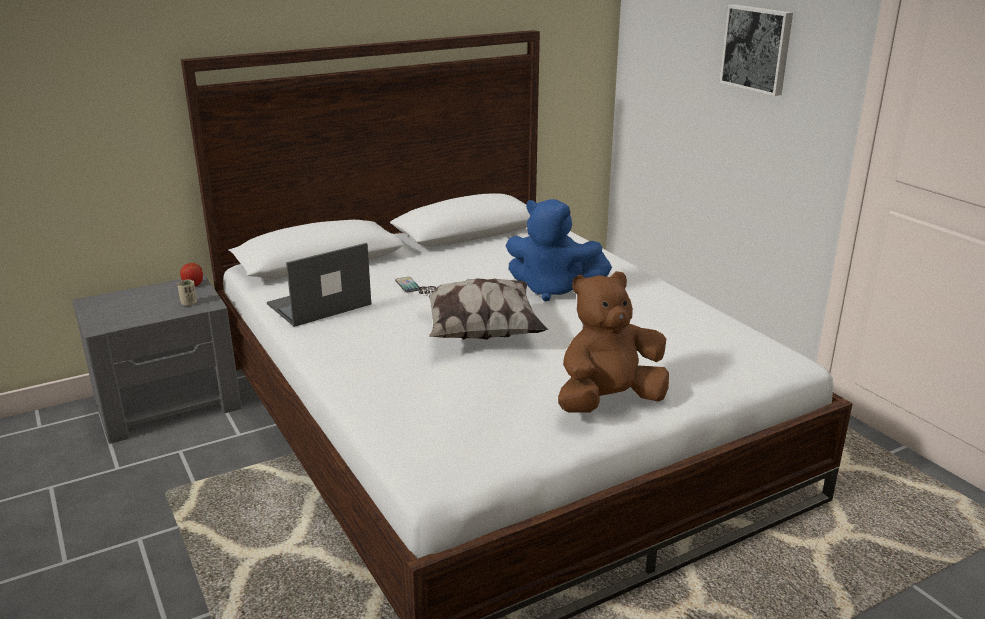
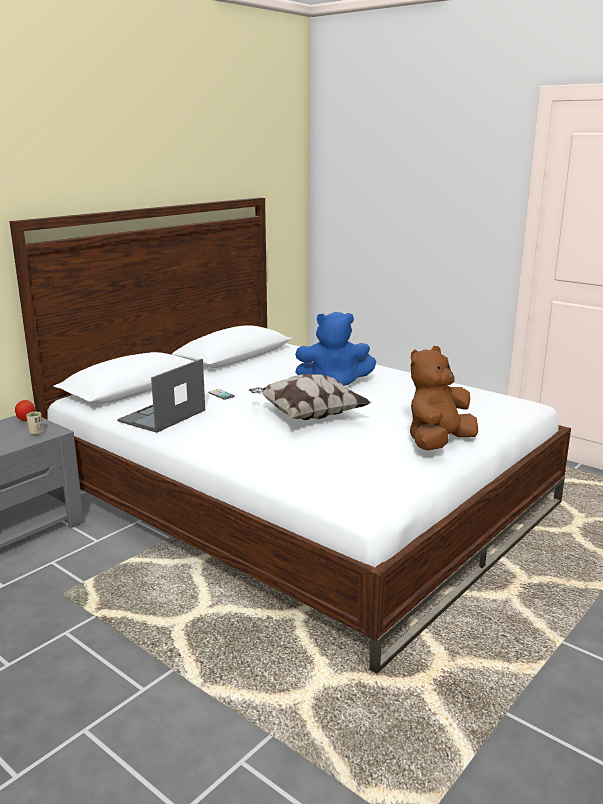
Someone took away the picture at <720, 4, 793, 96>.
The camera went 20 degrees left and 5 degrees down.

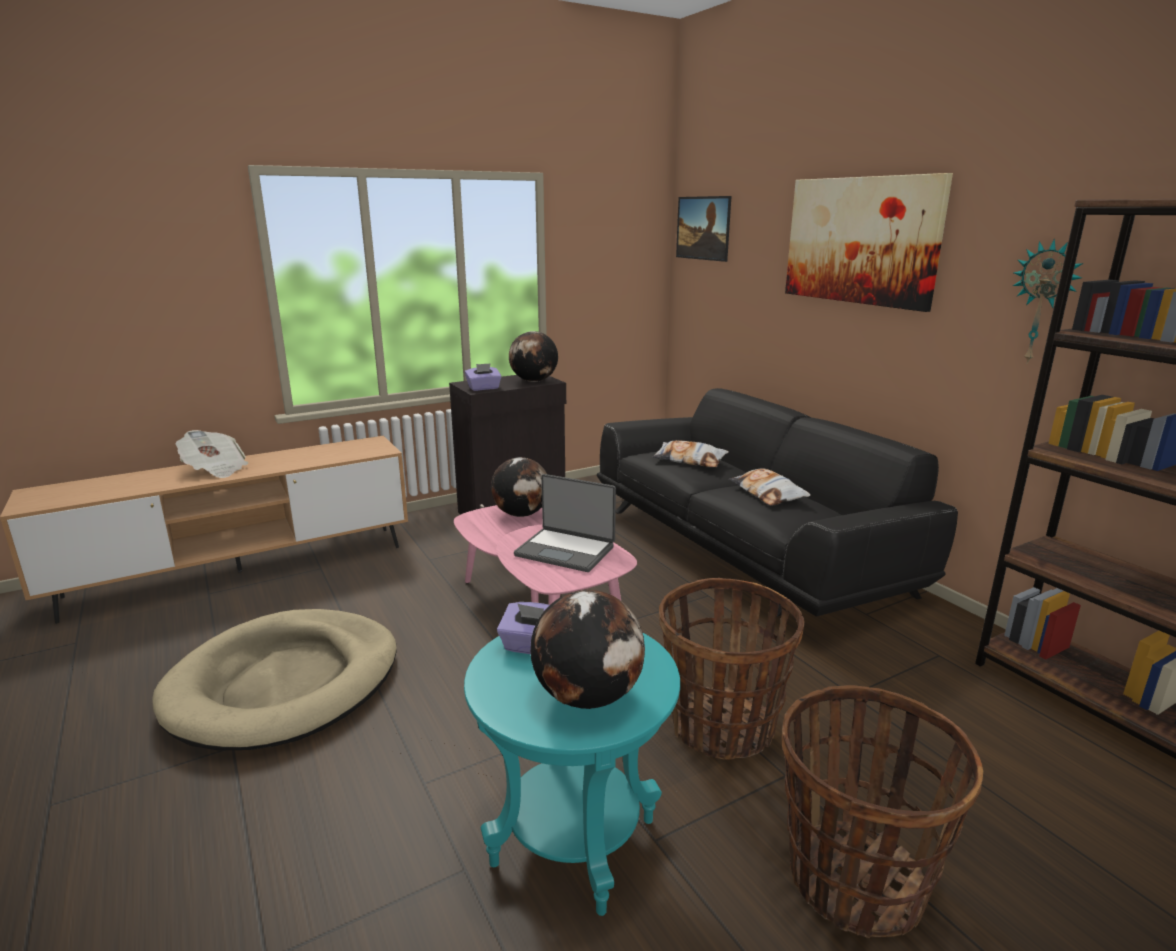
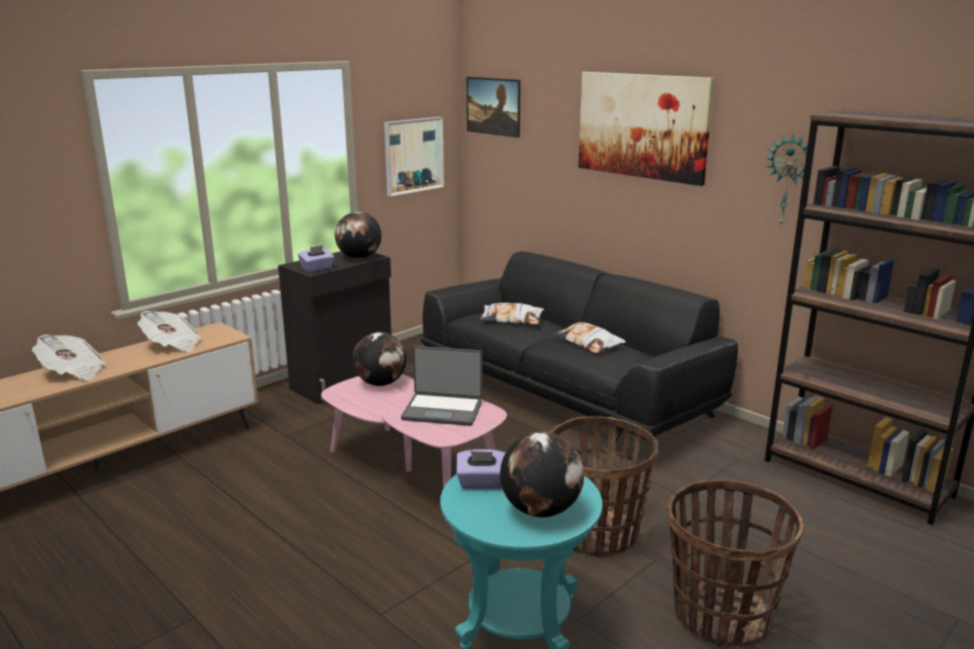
Someone put down the printed paper at <138, 311, 201, 352>.
Someone put up the picture at <384, 117, 444, 196>.
Someone took away the beige dog cushion at <152, 609, 397, 750>.
The camera went 15 degrees left and 0 degrees up.

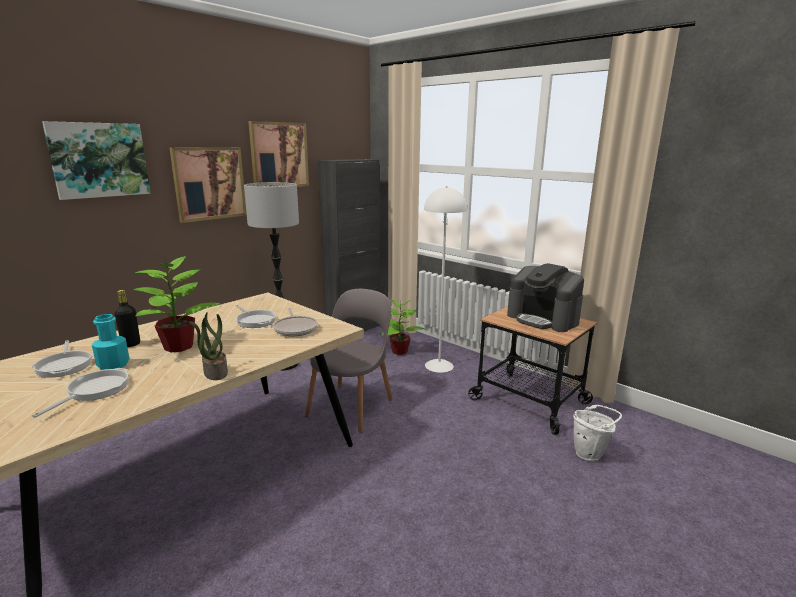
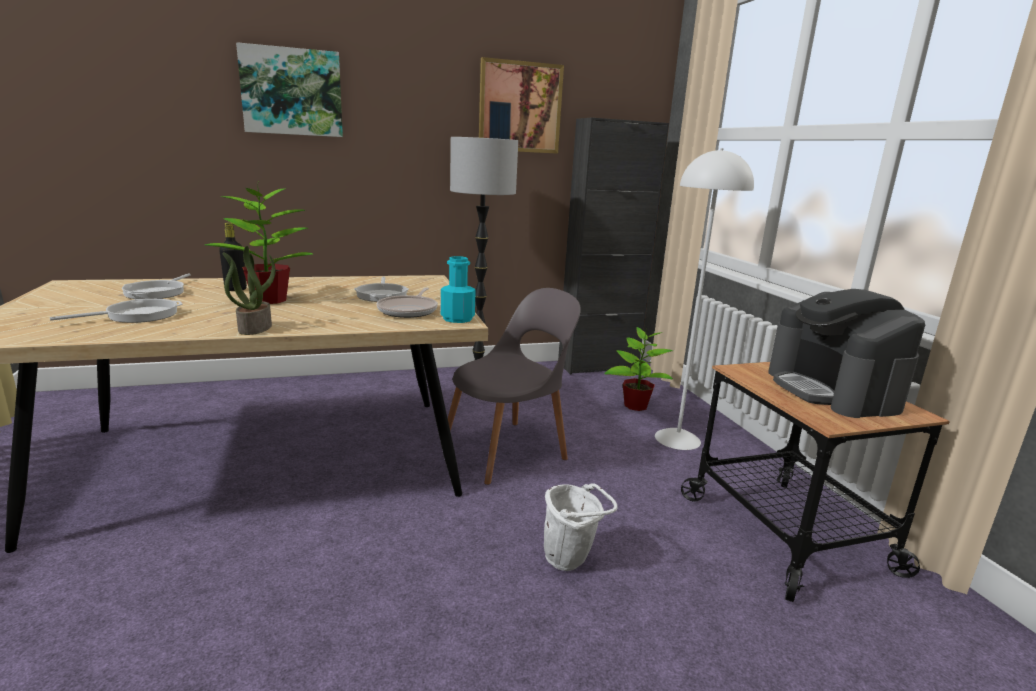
Someone carried the turquoise beverage bottle from <92, 314, 129, 370> to <441, 256, 476, 323>.
Someone carried the white-coloured water bucket from <573, 405, 622, 461> to <544, 483, 618, 571>.
Someone took away the picture at <169, 147, 247, 223>.
The camera went 30 degrees right and 0 degrees up.

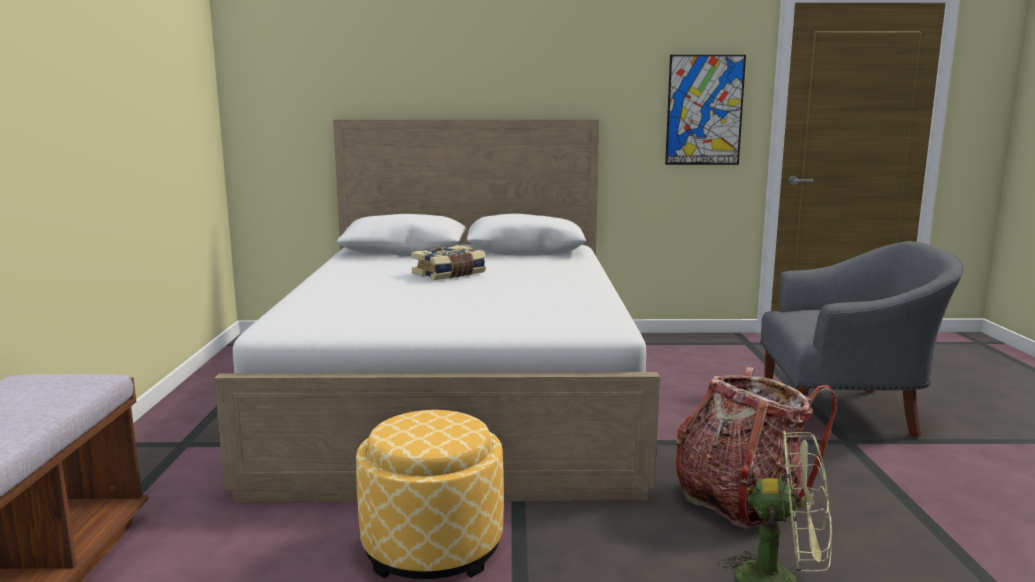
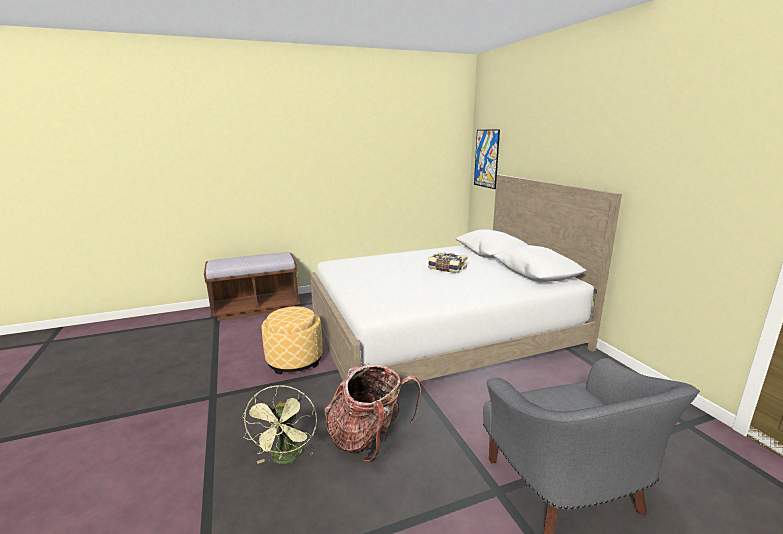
Someone carried the picture from <665, 55, 746, 165> to <474, 130, 500, 189>.
The camera went 70 degrees right and 5 degrees up.

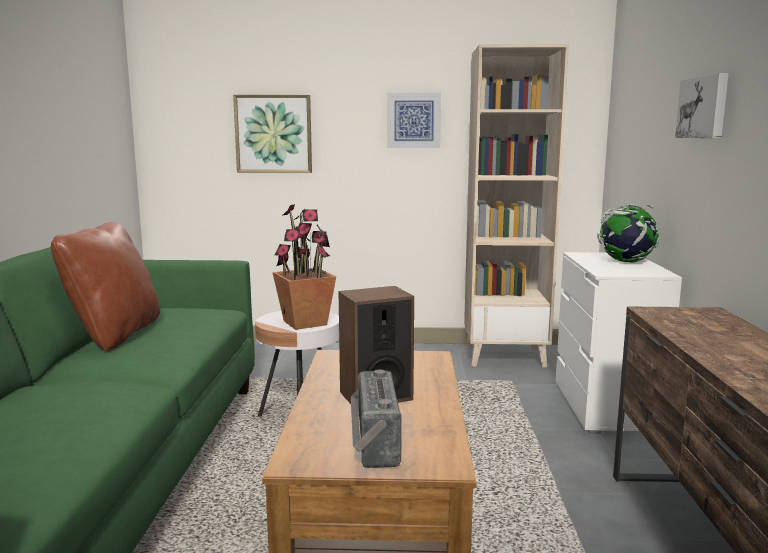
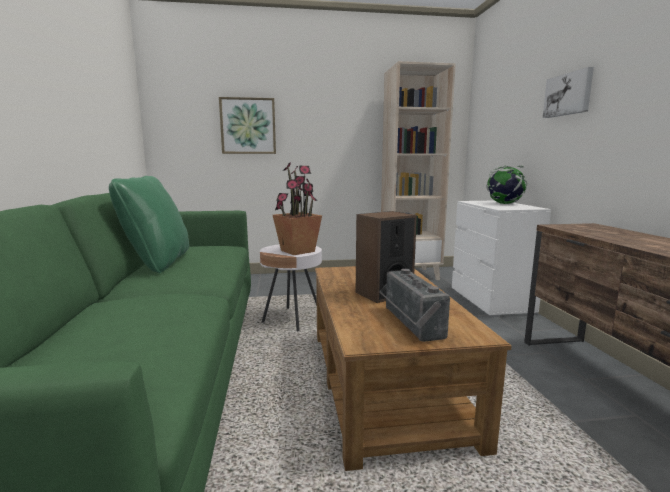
Someone repainted the brown cushion at <51, 222, 160, 351>, which became the green-coloured cushion at <109, 176, 189, 273>.
Someone took away the picture at <387, 93, 441, 148>.
The camera went 10 degrees left and 0 degrees up.

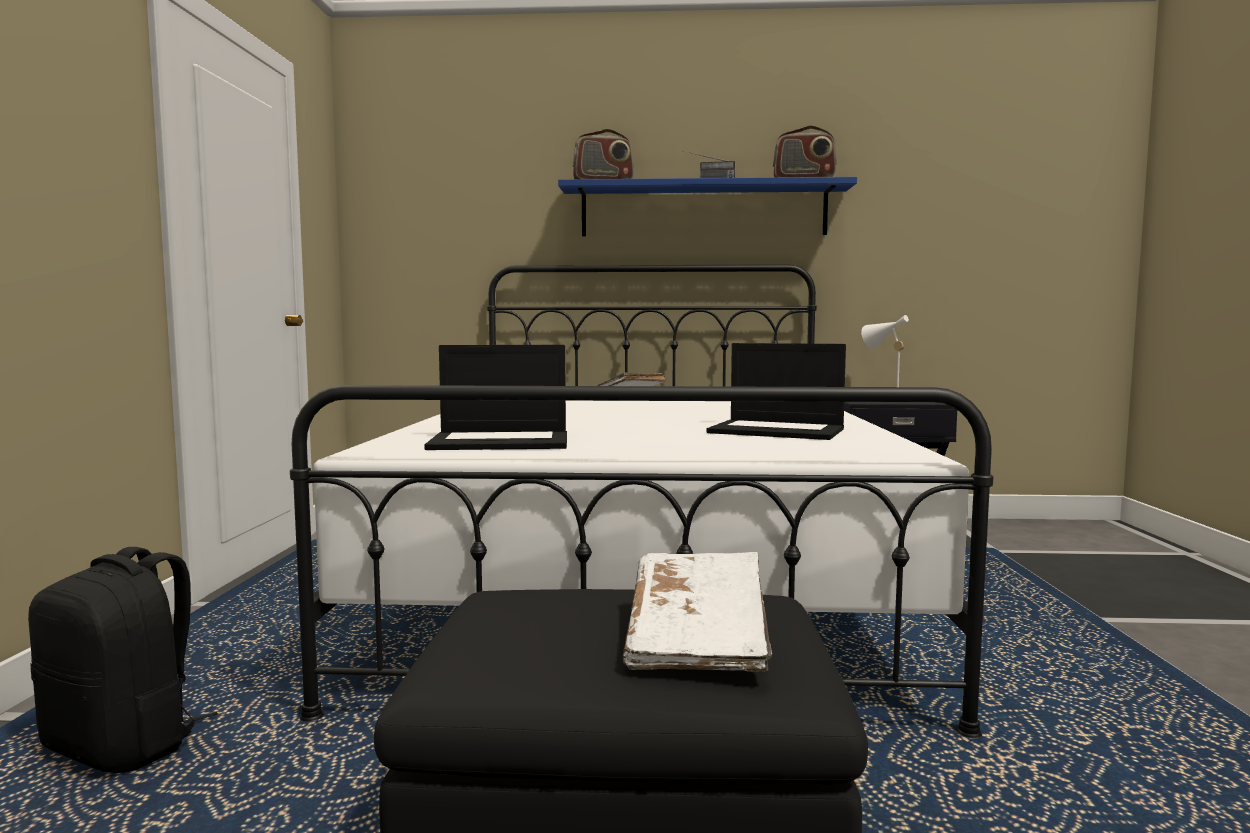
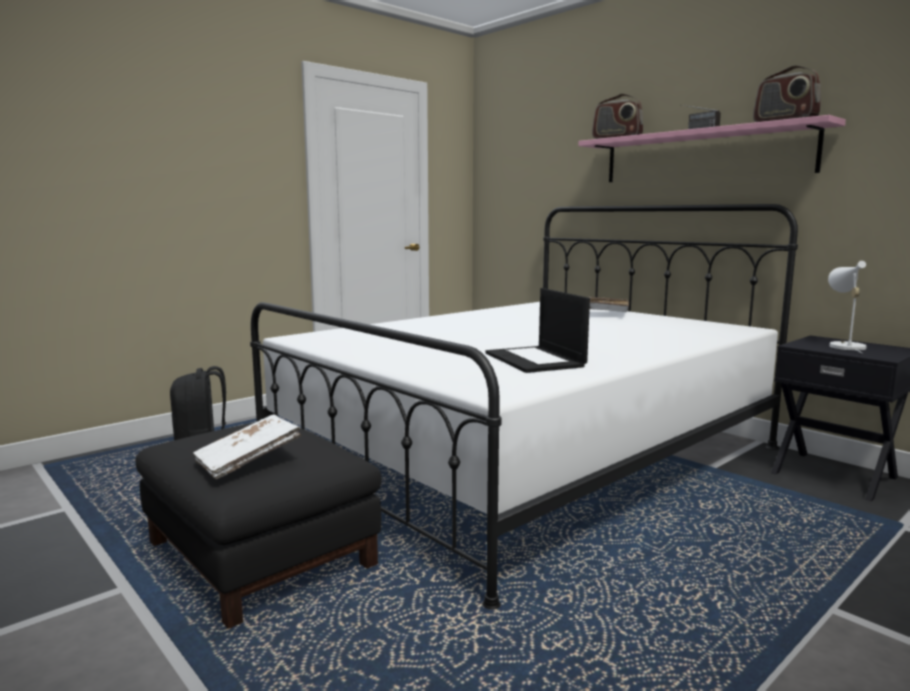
Someone repainted the bluish bracket shelf at <558, 177, 857, 236>, which became the pink-coloured bracket shelf at <578, 115, 846, 182>.
Someone took away the notebook computer at <424, 345, 567, 450>.
The camera went 45 degrees right and 5 degrees up.

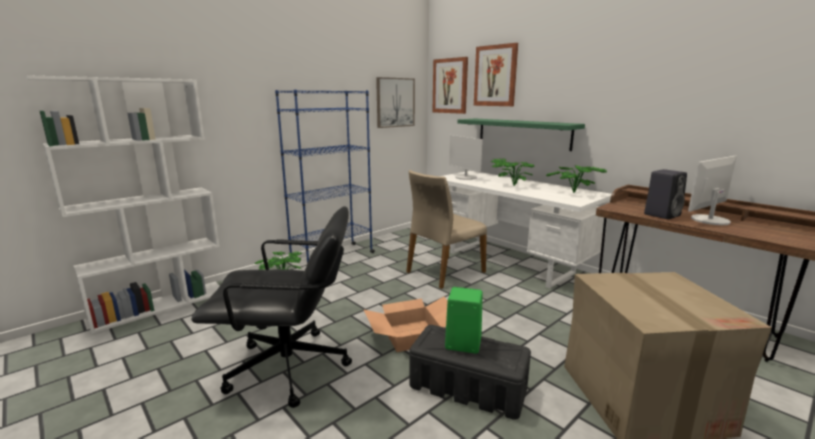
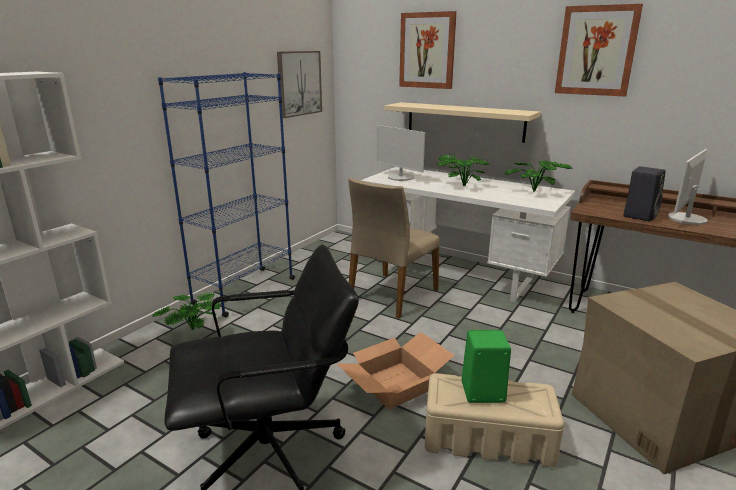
Someone repainted the green-coloured bracket shelf at <457, 118, 585, 151>, which became the beige bracket shelf at <384, 102, 540, 143>.
Someone repainted the black storage box at <410, 325, 531, 420>, which became the beige storage box at <425, 373, 564, 467>.
Someone carried the picture from <433, 57, 468, 114> to <555, 4, 643, 97>.
The camera went 15 degrees left and 5 degrees up.

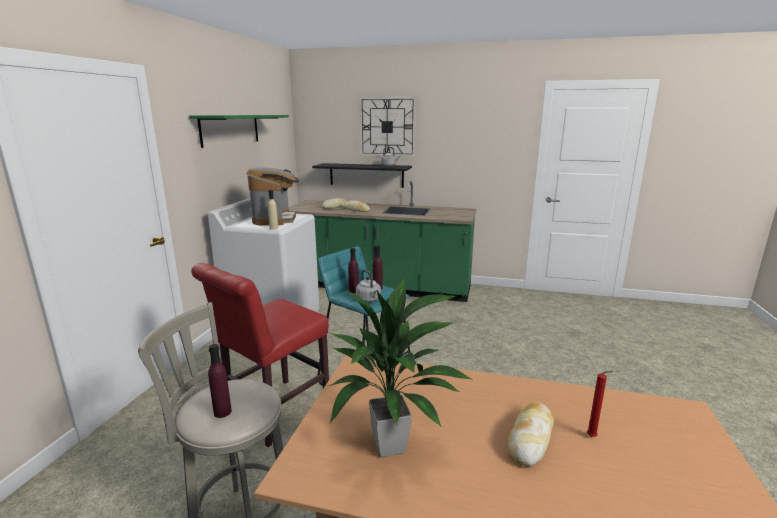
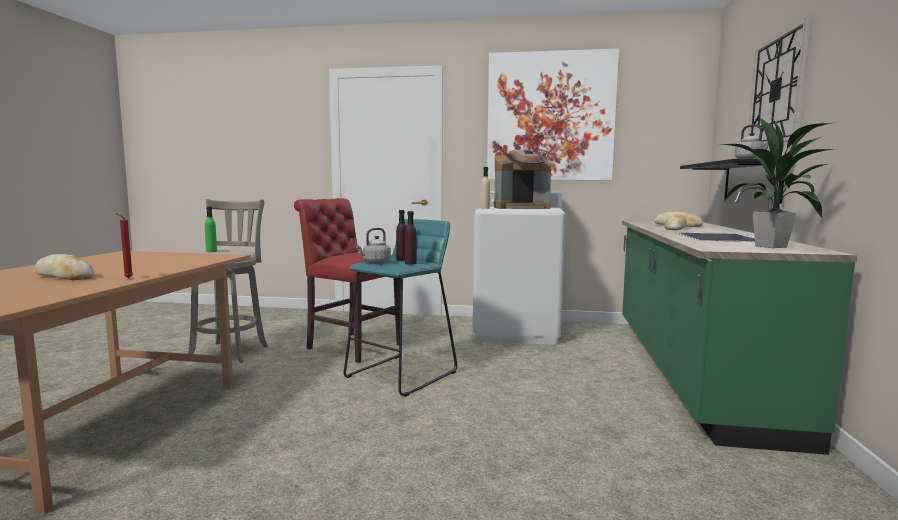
Someone carried the red-coloured wax candle from <587, 371, 613, 437> to <117, 214, 133, 278>.
Someone repainted the purple-coloured beverage bottle at <208, 344, 232, 418>, which became the green-coloured beverage bottle at <205, 206, 217, 252>.
Someone swapped the green-coloured bracket shelf at <189, 115, 289, 148> for the picture at <487, 48, 619, 180>.
Someone carried the plant in a pot from <329, 279, 471, 457> to <720, 116, 833, 248>.
The camera went 85 degrees right and 10 degrees down.

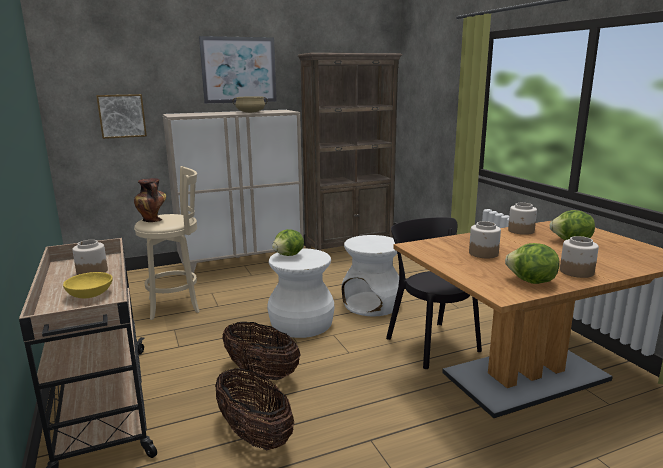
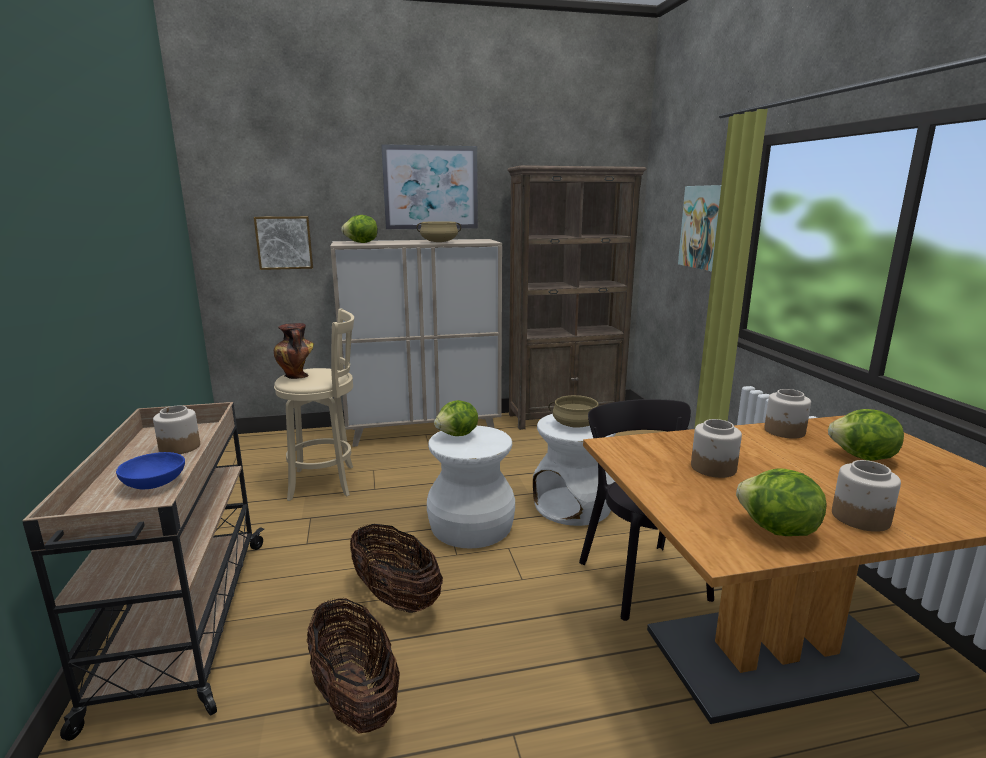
Someone repainted the yellow-coloured bowl at <63, 272, 113, 298>, which became the bluish bowl at <116, 452, 185, 489>.
Someone put down the head of lettuce at <341, 215, 378, 243>.
Someone put down the beige cooking pot at <548, 395, 598, 428>.
Someone put up the picture at <678, 185, 721, 271>.
The camera went 10 degrees right and 0 degrees up.

